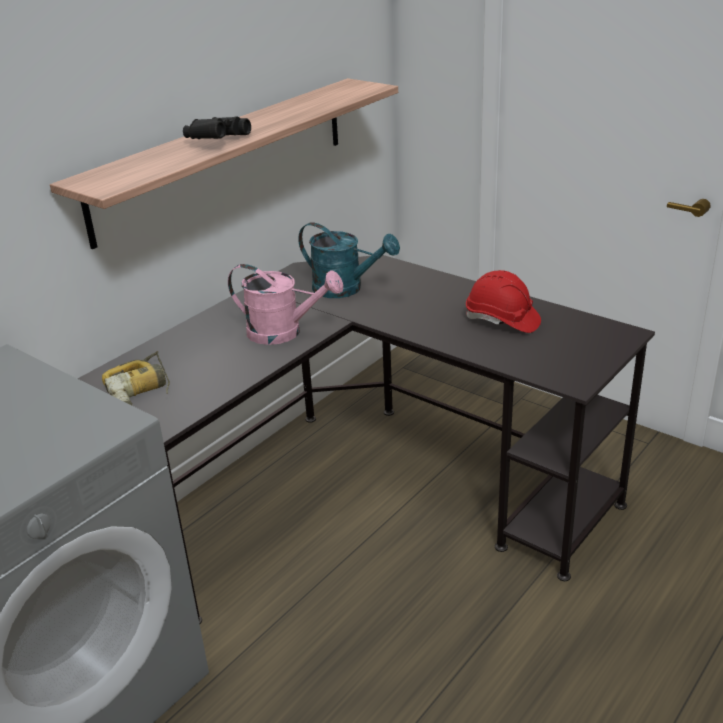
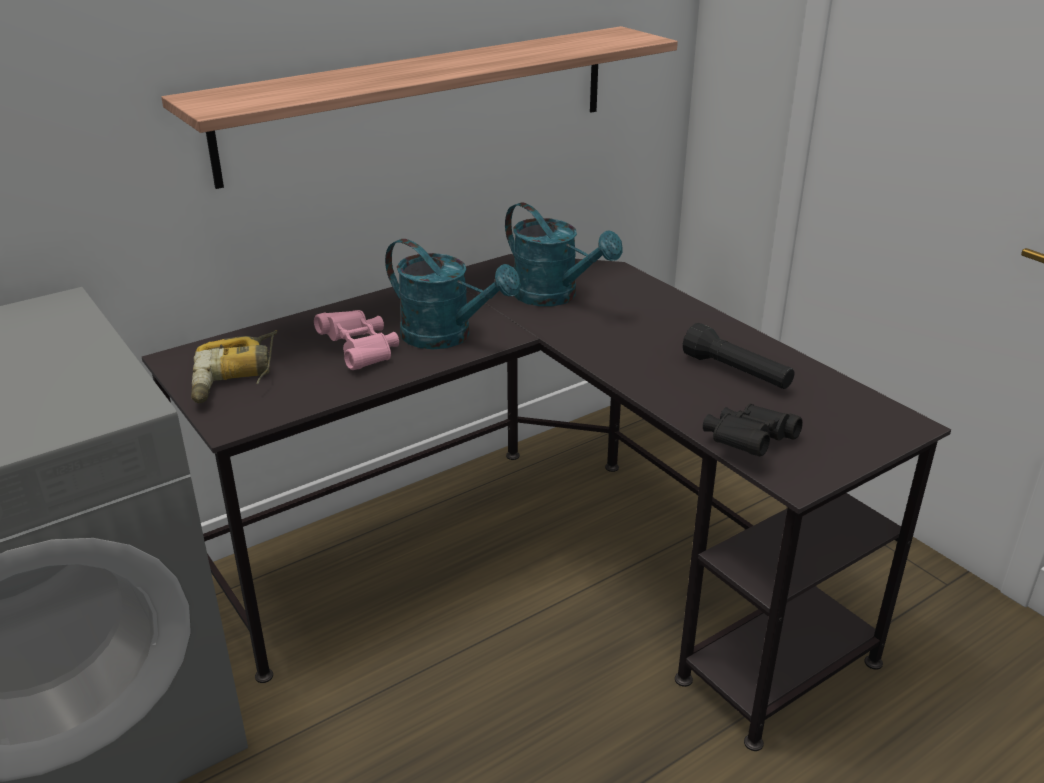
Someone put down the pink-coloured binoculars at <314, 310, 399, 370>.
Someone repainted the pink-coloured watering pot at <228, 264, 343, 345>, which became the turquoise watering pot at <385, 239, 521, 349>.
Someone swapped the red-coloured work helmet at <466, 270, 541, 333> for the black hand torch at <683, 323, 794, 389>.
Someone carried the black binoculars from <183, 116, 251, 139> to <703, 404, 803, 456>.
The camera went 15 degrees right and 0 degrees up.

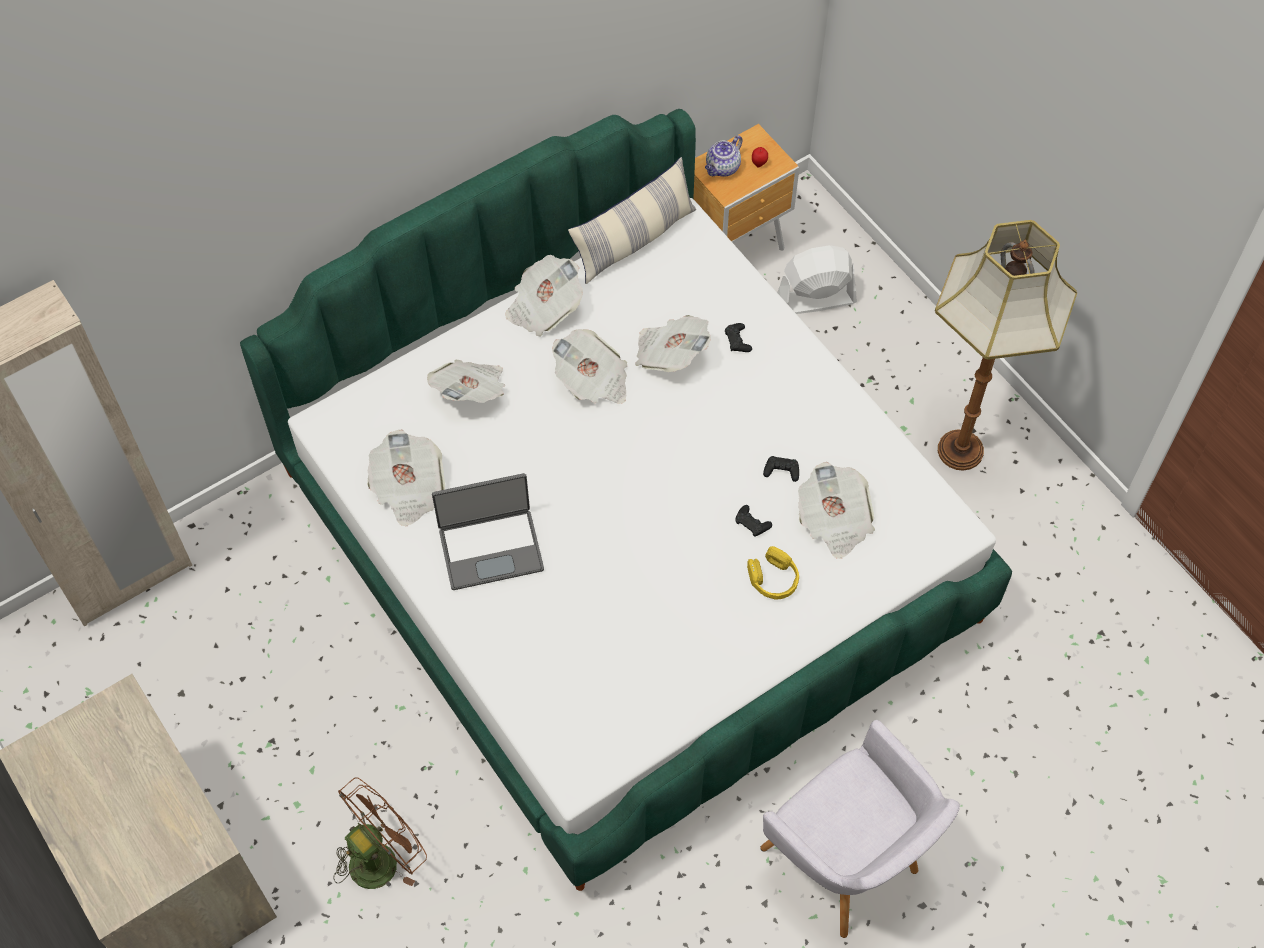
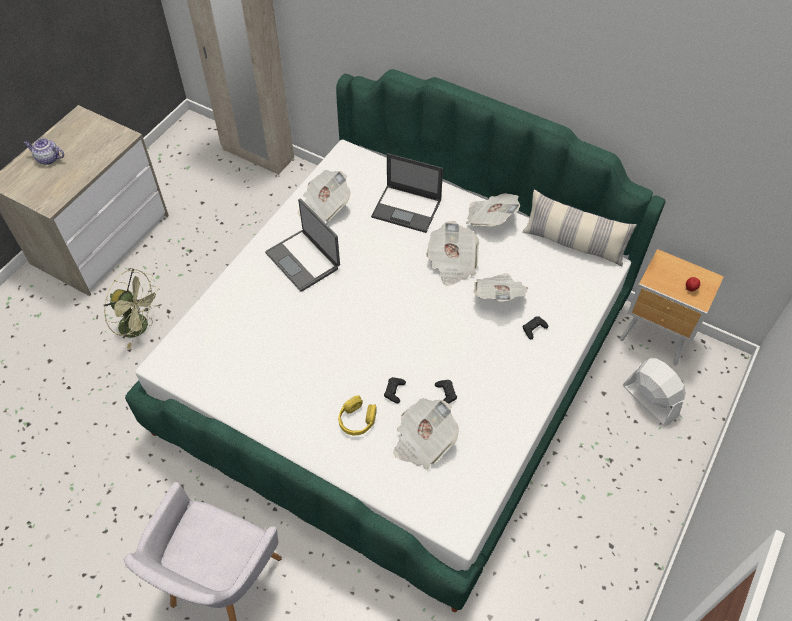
Someone carried the tea pot from <705, 135, 743, 177> to <23, 138, 64, 165>.
Someone repainted the brown electric fan at <333, 778, 427, 889>, which became the green-coloured electric fan at <104, 269, 160, 349>.
Someone swapped the printed paper at <427, 359, 505, 403> for the notebook computer at <371, 153, 443, 233>.
Someone took away the floor lamp at <935, 220, 1077, 471>.
The camera went 65 degrees right and 5 degrees down.

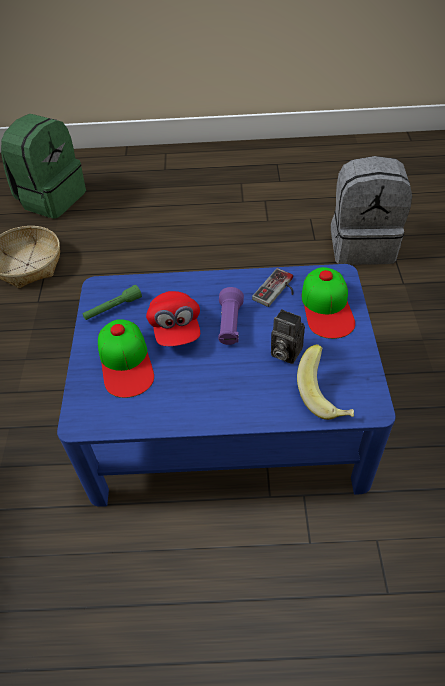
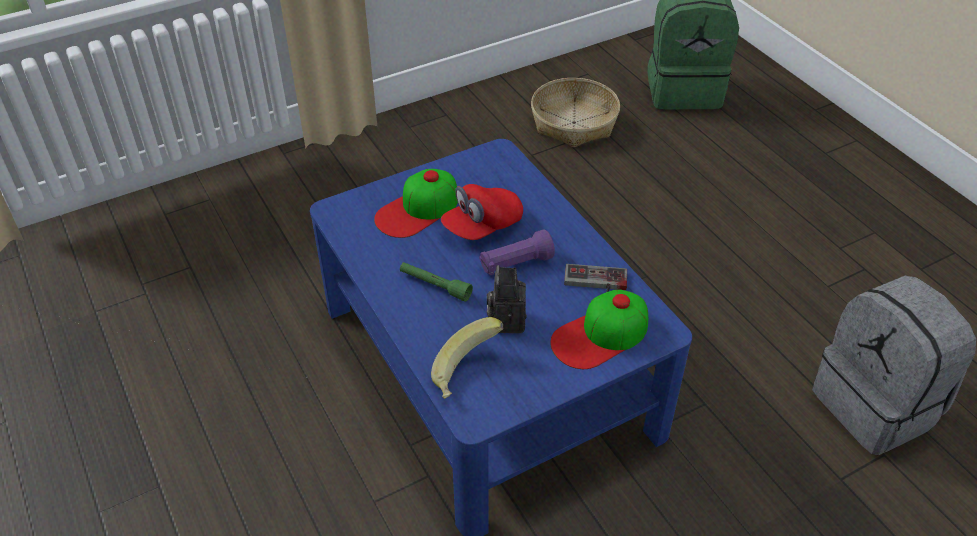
Someone carried the green-coloured hand torch from <82, 285, 142, 320> to <400, 262, 473, 302>.
The camera went 60 degrees right and 5 degrees down.

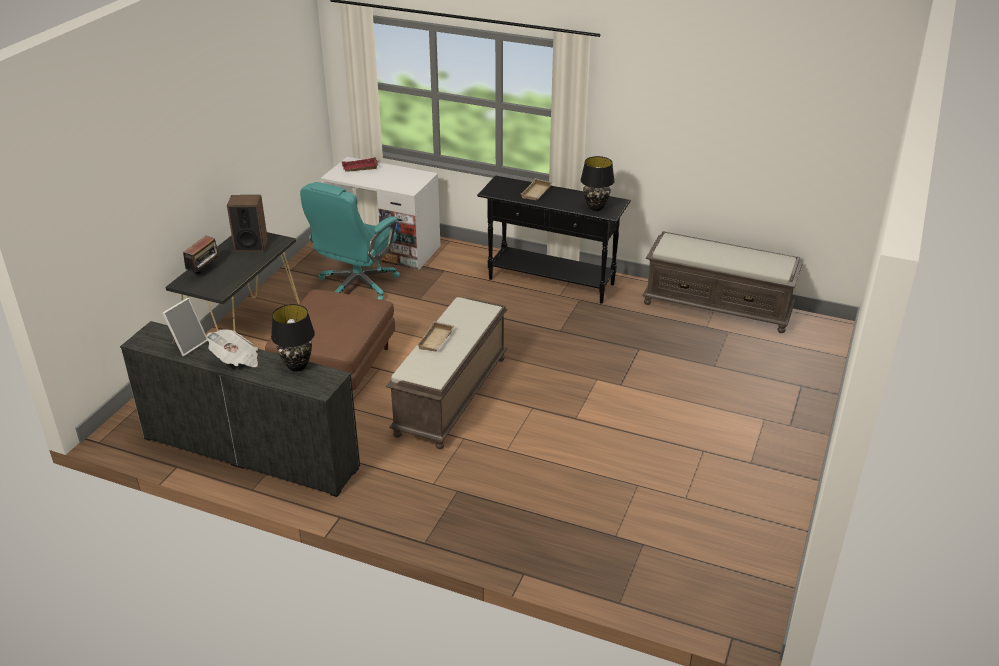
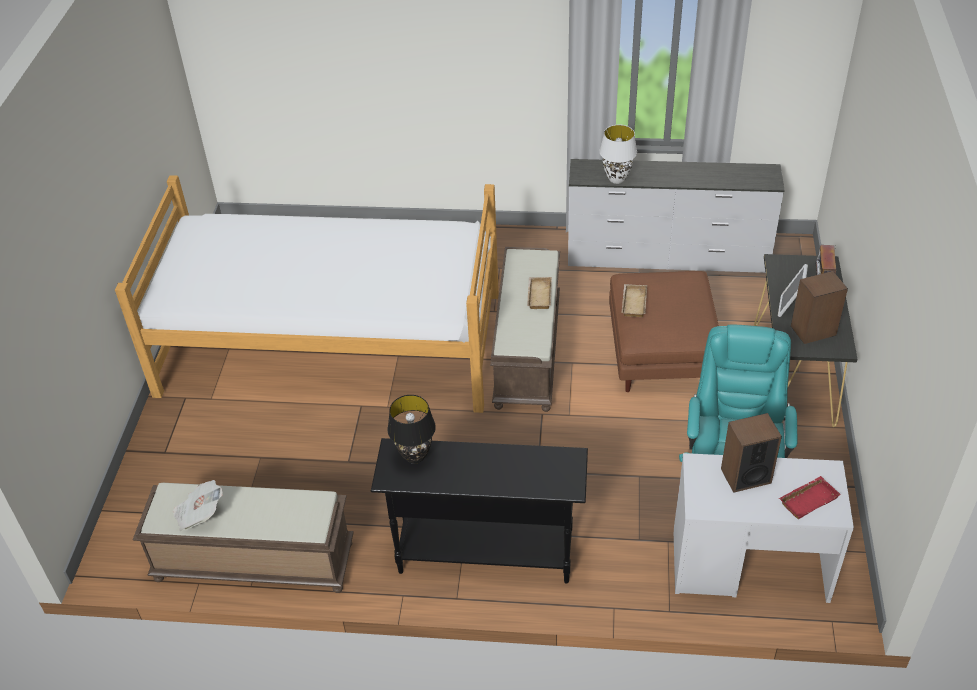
Someone put down the sleeping bed at <115, 175, 499, 413>.
Someone carried the printed paper from <206, 329, 258, 367> to <173, 480, 222, 531>.
Someone repainted the black chest of drawers at <120, 321, 360, 497>, which became the white-coloured chest of drawers at <568, 159, 785, 273>.
Someone repainted the black lamp for a table at <271, 304, 315, 371>, which became the white-coloured lamp for a table at <600, 125, 637, 184>.
Someone carried the beige tray from <521, 178, 553, 200> to <622, 284, 647, 317>.
Someone put down the audio speaker at <721, 413, 782, 493>.
Someone carried the photo frame from <162, 298, 208, 356> to <778, 264, 808, 317>.
The camera went 165 degrees right and 10 degrees up.

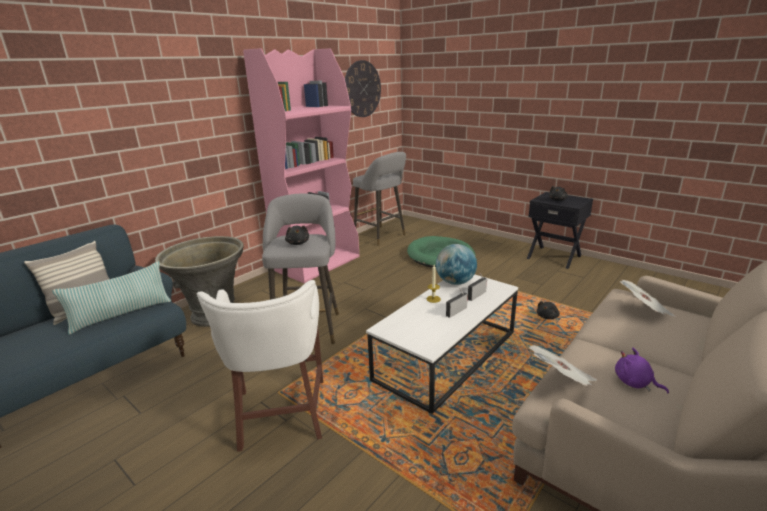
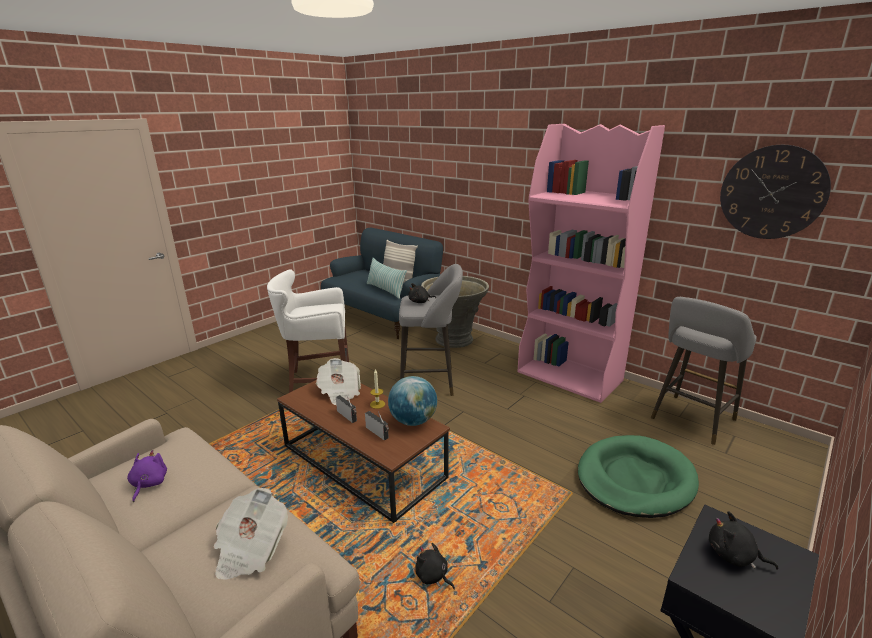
Someone rotated the purple-coloured plush toy at <615, 348, 669, 394> by 45 degrees counterclockwise.
Someone repainted the white-coloured low table at <366, 274, 518, 414>, which became the brown low table at <277, 380, 450, 523>.
Someone carried the printed paper from <529, 345, 597, 386> to <316, 358, 361, 405>.
The camera went 90 degrees right and 0 degrees up.

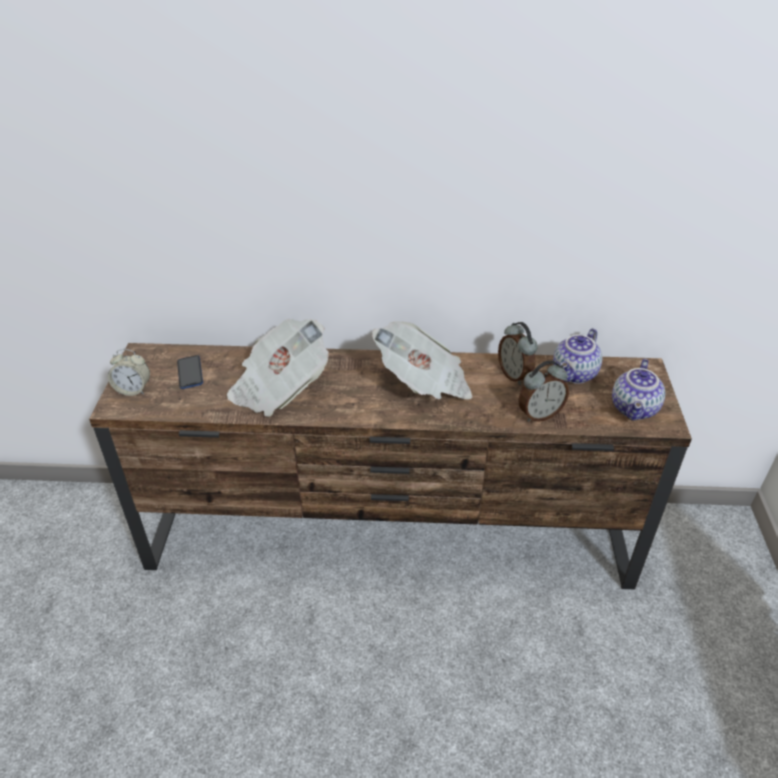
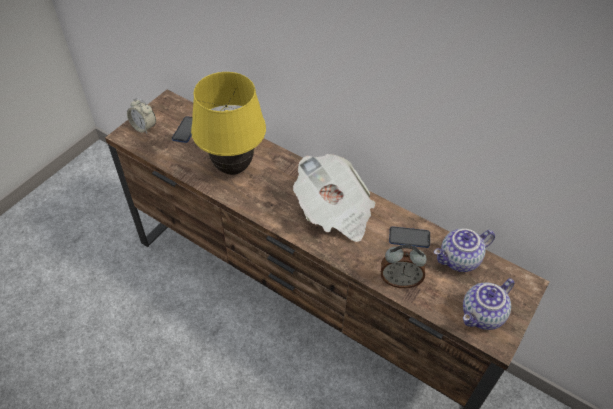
Someone swapped the printed paper at <227, 318, 329, 417> for the yellow-coloured lamp for a table at <191, 72, 266, 175>.
Someone swapped the bedside clock at <498, 322, 537, 385> for the telephone at <389, 226, 430, 248>.
The camera went 30 degrees right and 10 degrees up.

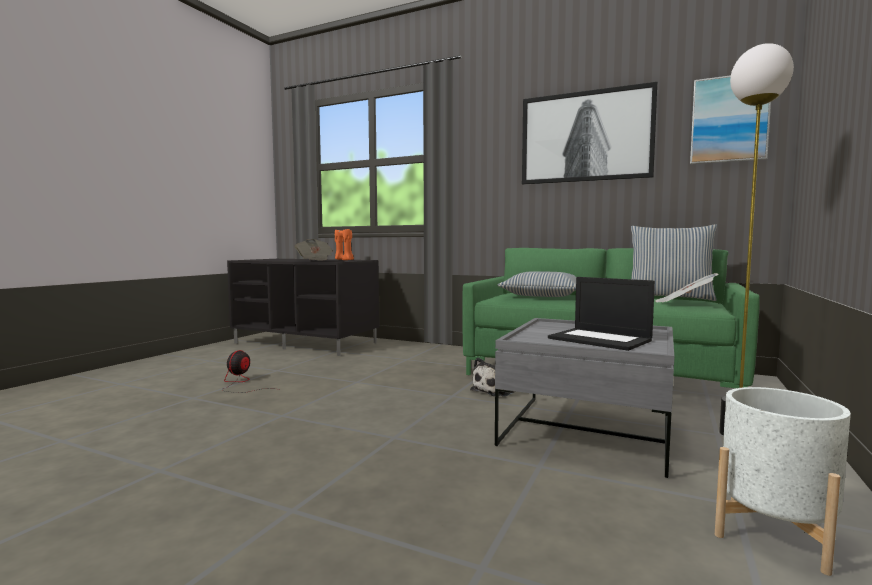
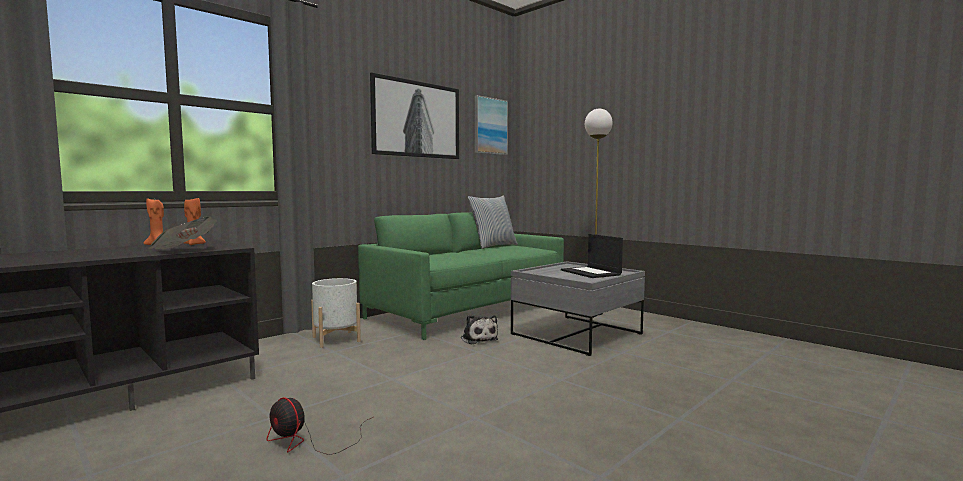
Someone carried the white-coloured plant pot from <715, 387, 851, 576> to <311, 278, 361, 348>.
Someone rotated the notebook computer at <548, 277, 655, 351> by 90 degrees clockwise.
Someone took away the cushion at <498, 271, 576, 297>.
Someone took away the printed paper at <655, 273, 719, 302>.
The camera went 70 degrees left and 0 degrees up.

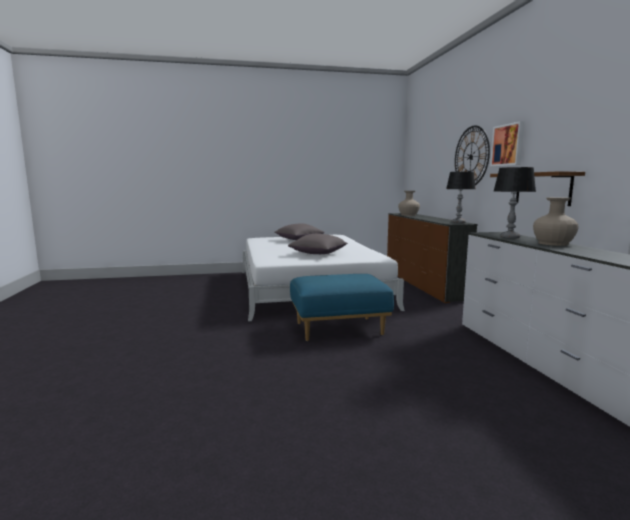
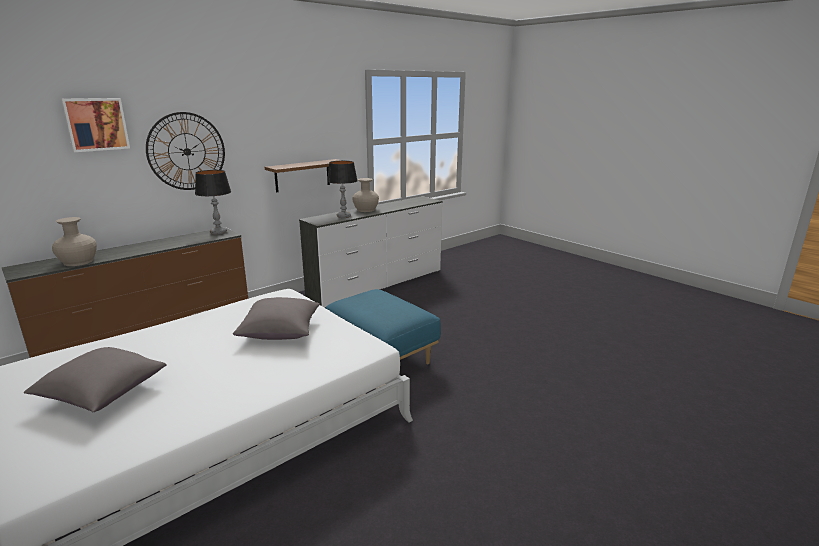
Someone carried the picture from <490, 121, 525, 167> to <61, 98, 130, 152>.
The camera went 120 degrees left and 10 degrees up.

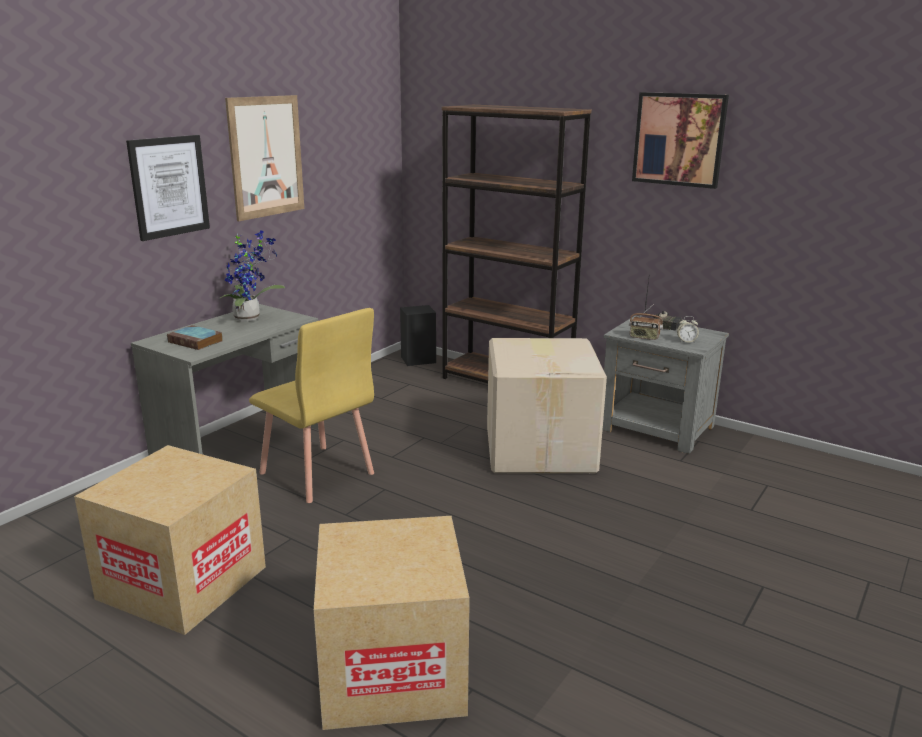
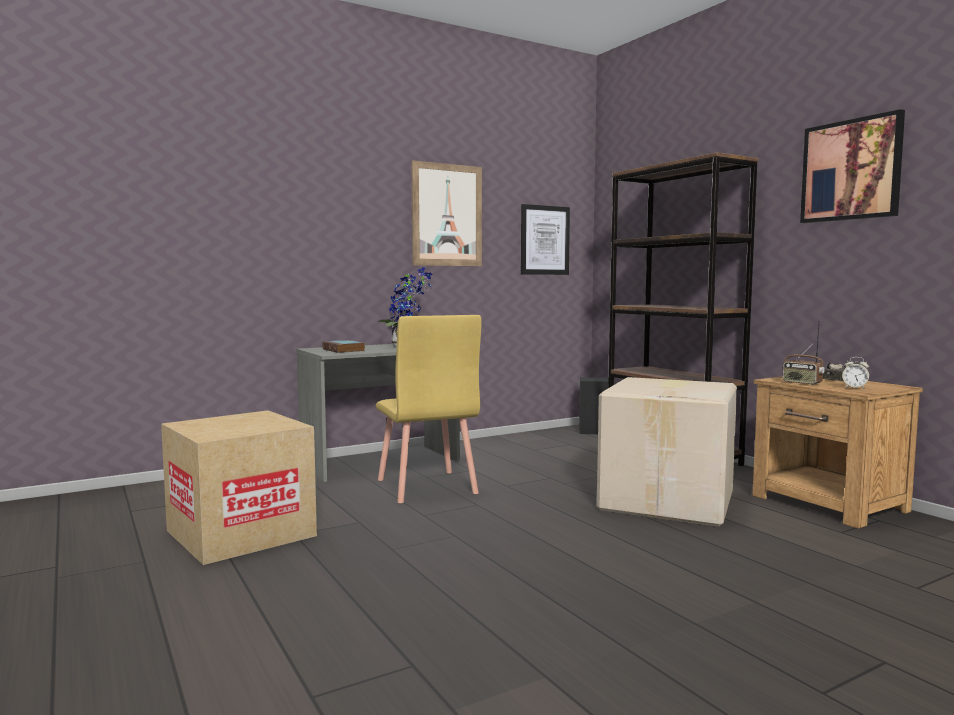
Someone carried the picture from <126, 135, 210, 241> to <521, 204, 570, 275>.
Someone repainted the grey nightstand at <603, 316, 729, 454>, which became the brown nightstand at <752, 377, 923, 529>.
Someone took away the carton at <314, 516, 470, 730>.
The camera went 25 degrees right and 15 degrees down.

